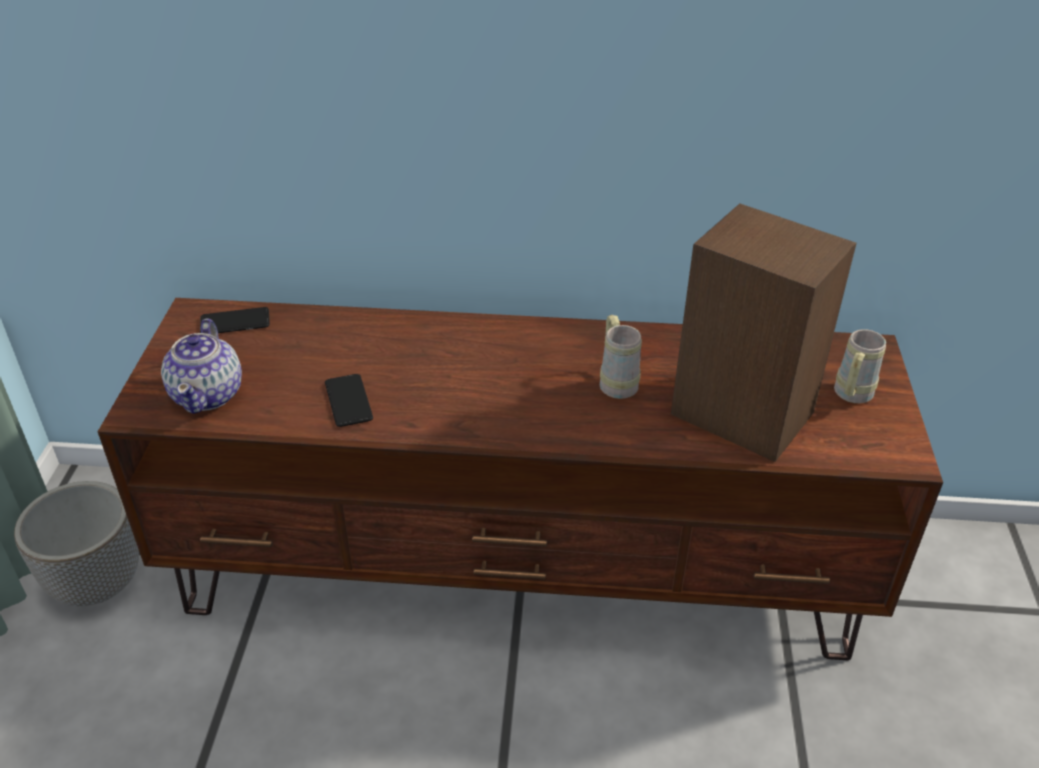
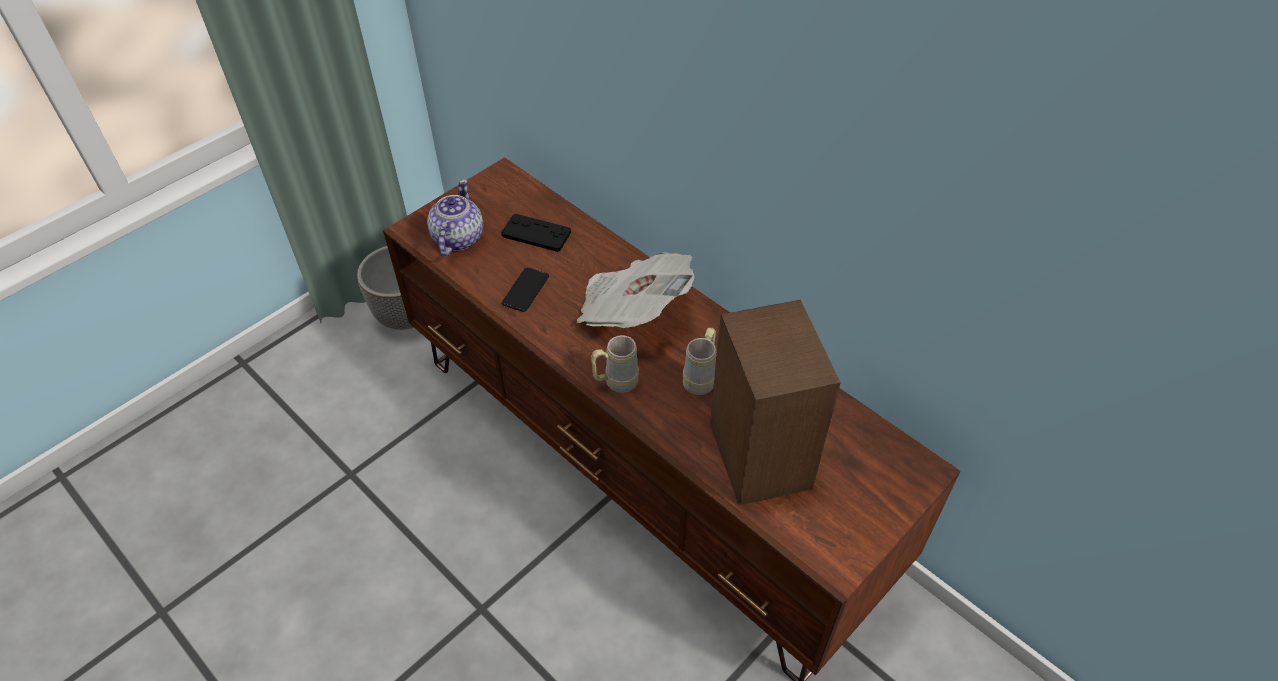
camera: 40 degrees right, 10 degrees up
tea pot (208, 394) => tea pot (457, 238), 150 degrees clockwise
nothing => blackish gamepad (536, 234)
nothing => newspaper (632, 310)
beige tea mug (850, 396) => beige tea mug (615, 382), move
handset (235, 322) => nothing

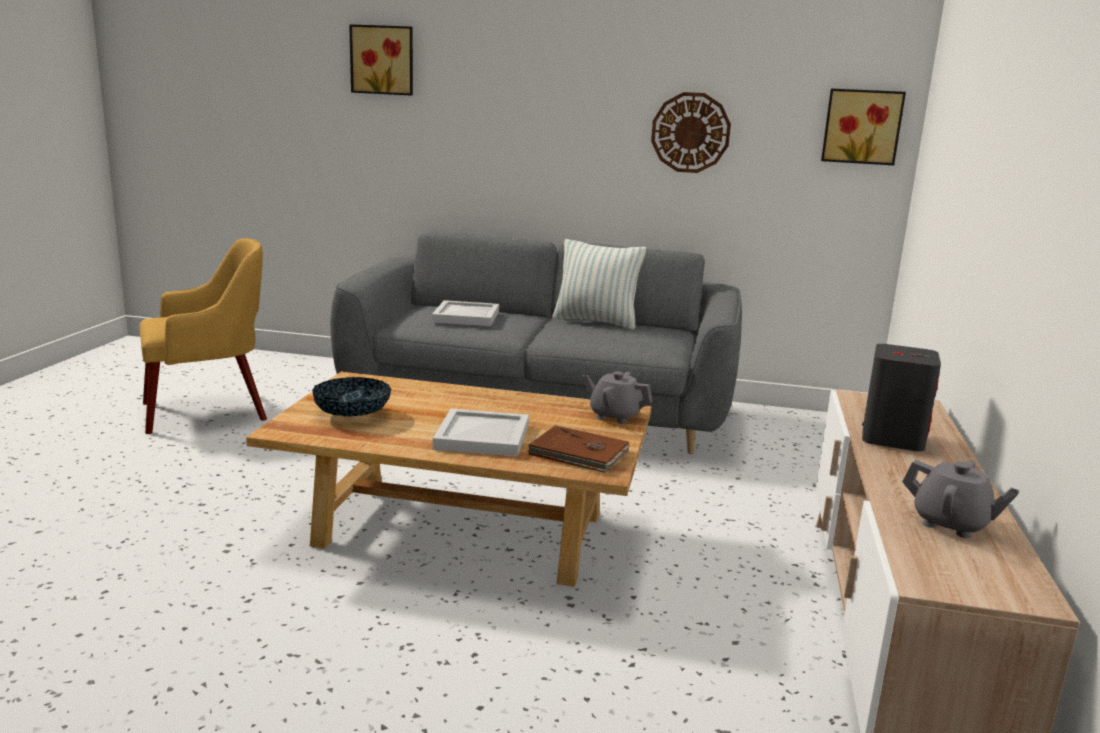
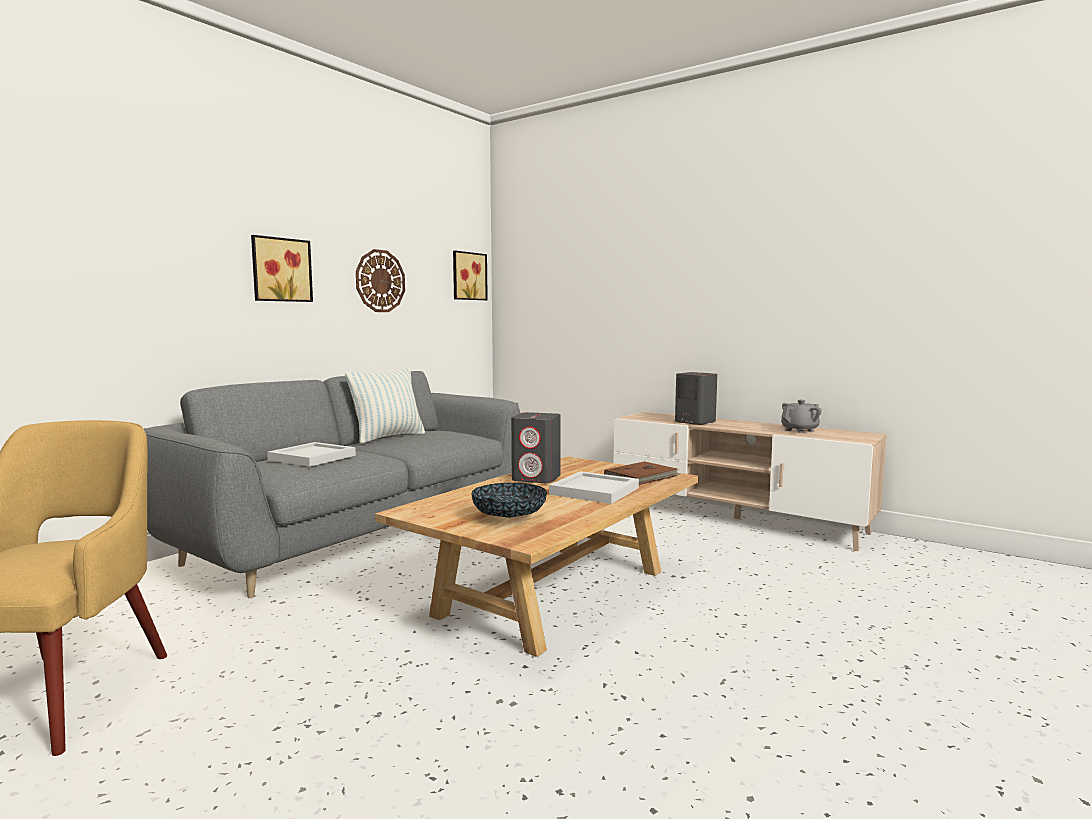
camera: 65 degrees left, 10 degrees down
wall art (383, 60) => wall art (280, 270), move
nothing => gray audio speaker (537, 478)
gray tea pot (615, 416) => nothing

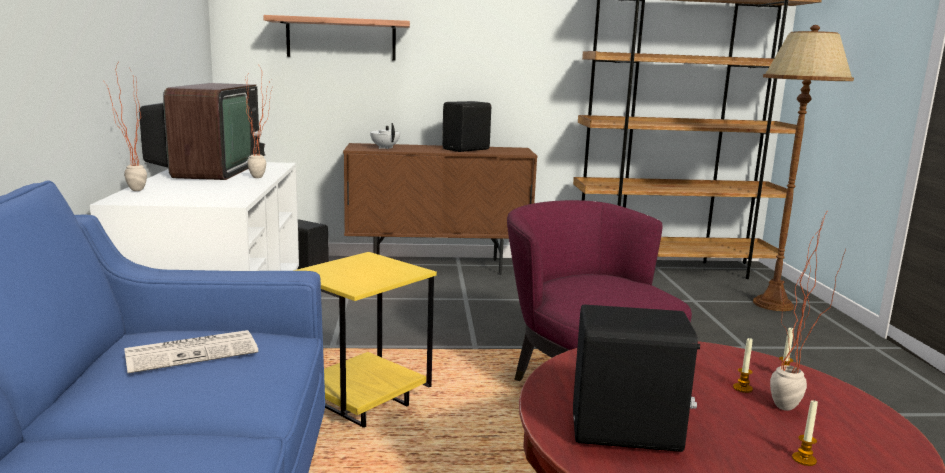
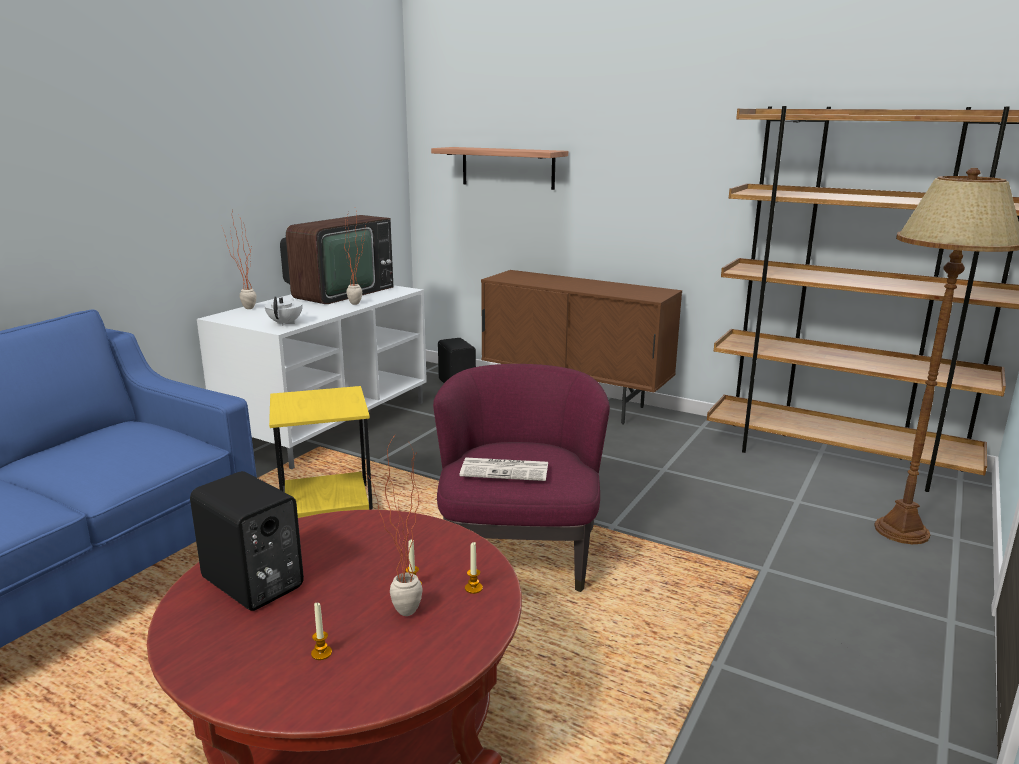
camera: 35 degrees right, 5 degrees up
white-coloured tea pot (385, 148) => white-coloured tea pot (285, 323), move
newspaper (193, 352) => newspaper (506, 470), move
blackish audio speaker (467, 149) => nothing

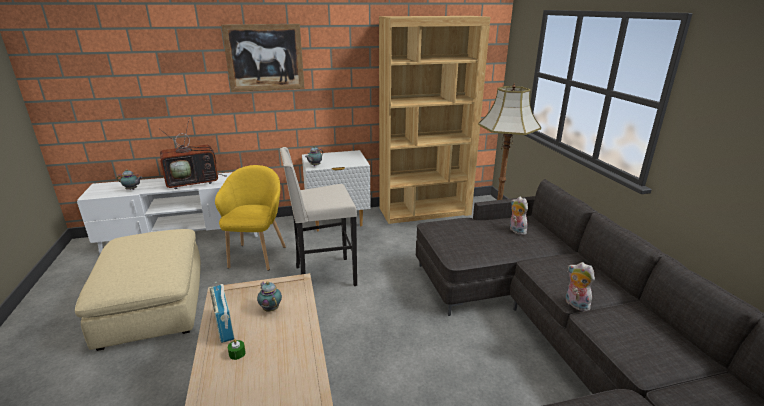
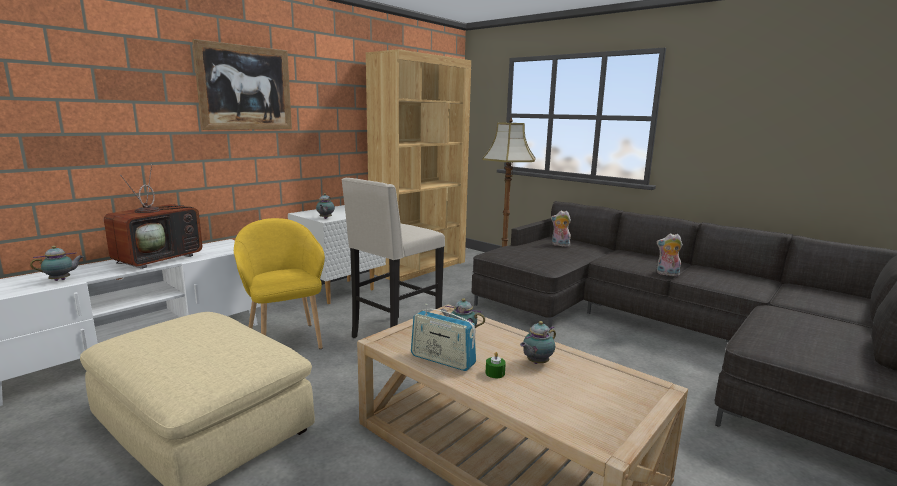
camera: 35 degrees left, 10 degrees down
nothing => tea pot (536, 363)

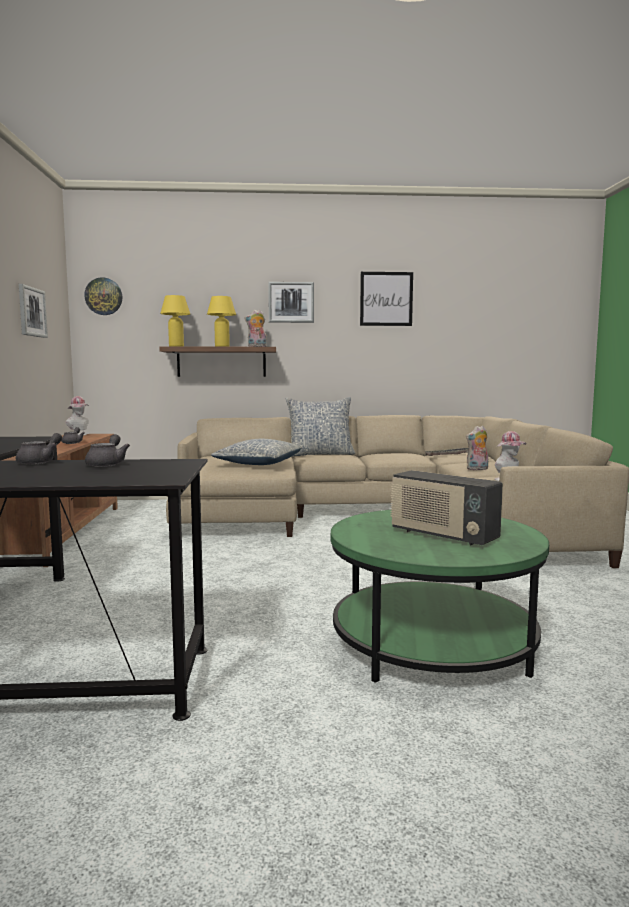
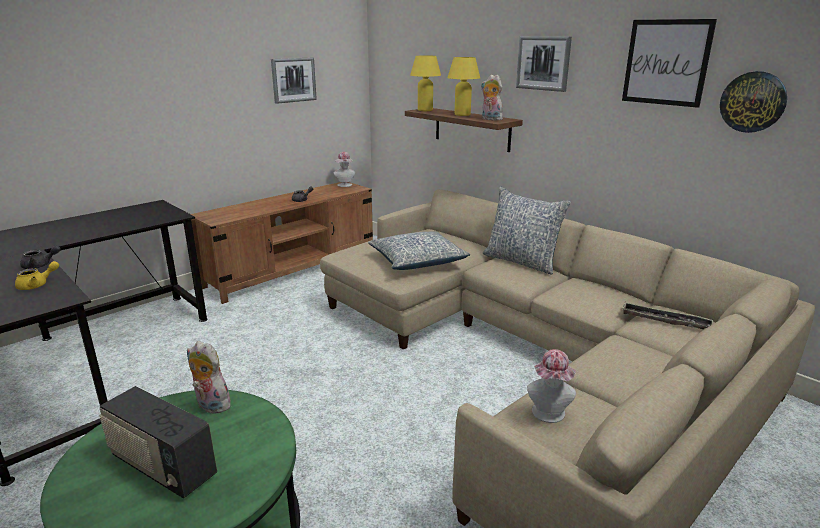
camera: 50 degrees right, 15 degrees up
gray tea pot (107, 464) => yellowish tea pot (37, 285)
radio set (442, 535) => radio set (162, 467), 60 degrees counterclockwise
cuddly toy (477, 469) => cuddly toy (210, 405), move
hanging clock (103, 296) => hanging clock (753, 102), move

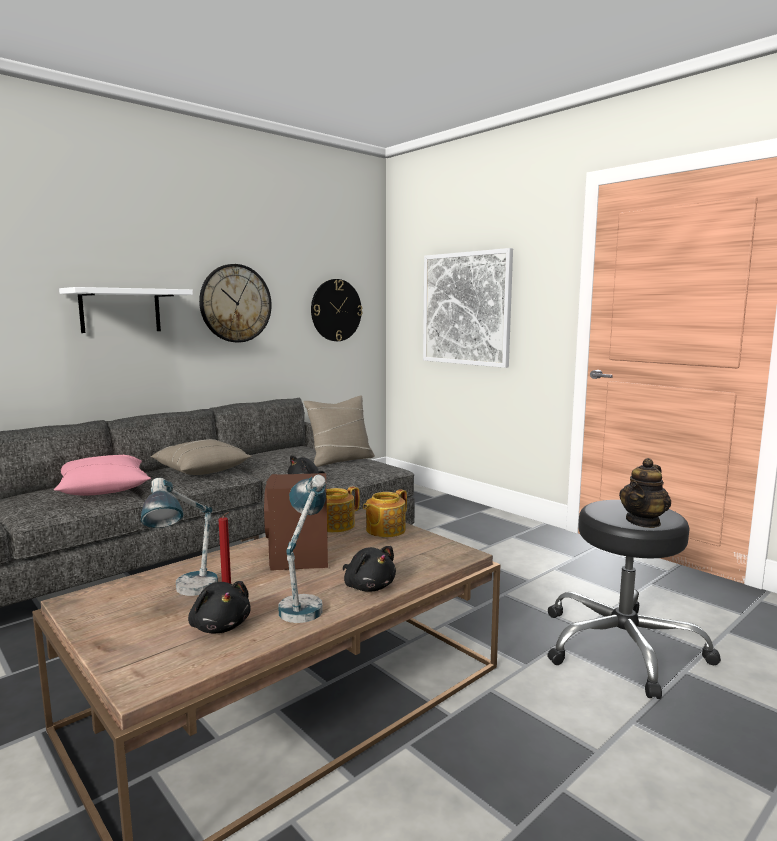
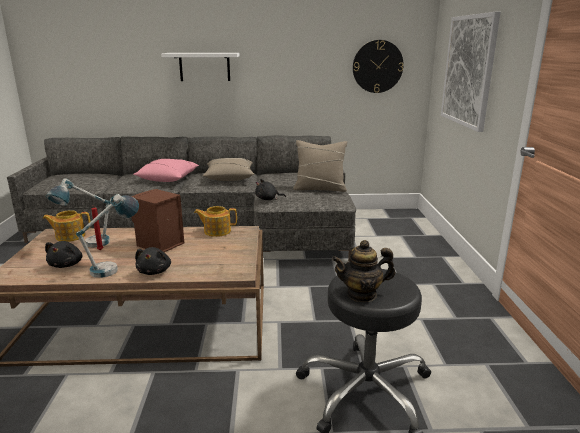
camera: 40 degrees right, 10 degrees up
tea pot (384, 530) => tea pot (70, 236), move
hanging clock (235, 303) => nothing

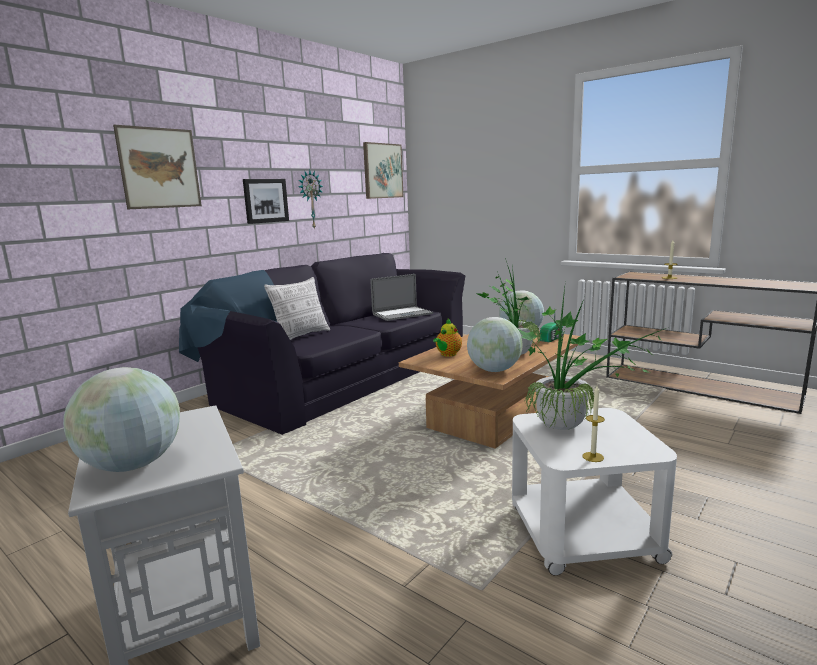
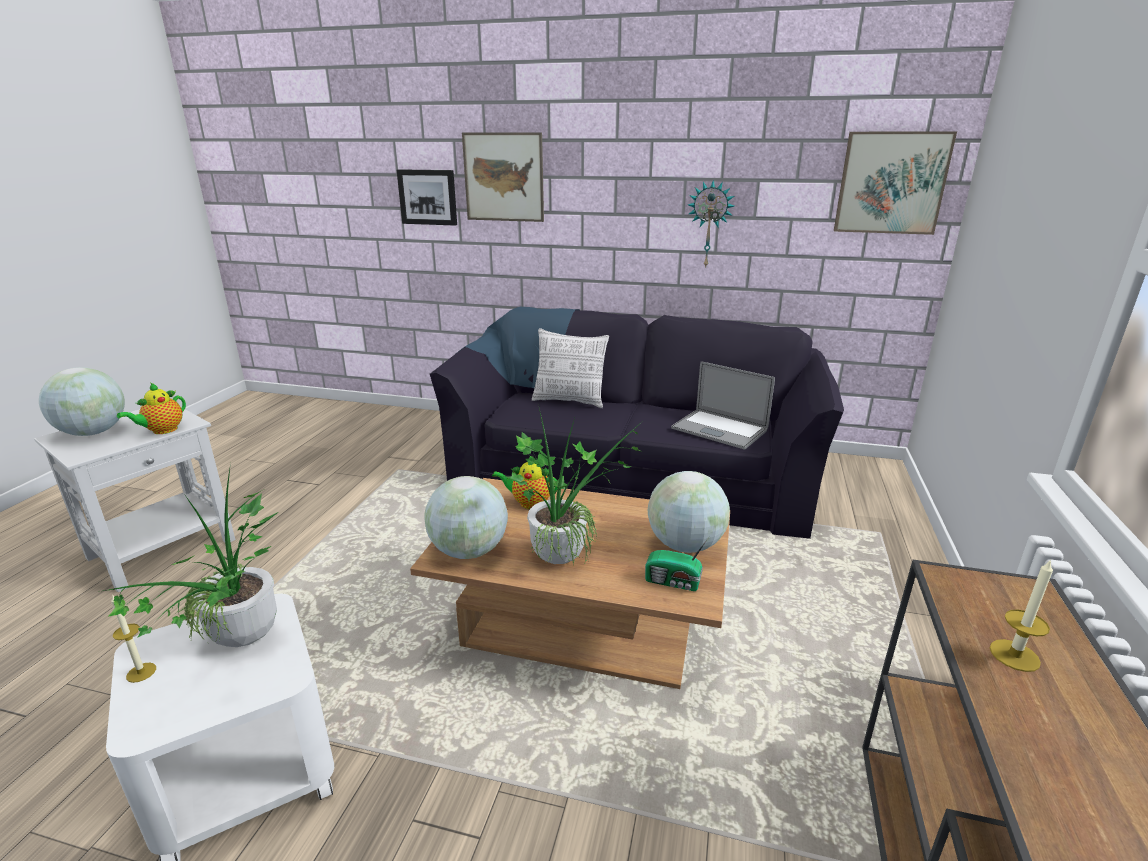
camera: 65 degrees right, 10 degrees up
nothing => tea pot (162, 430)
wall art (265, 200) => wall art (428, 197), move

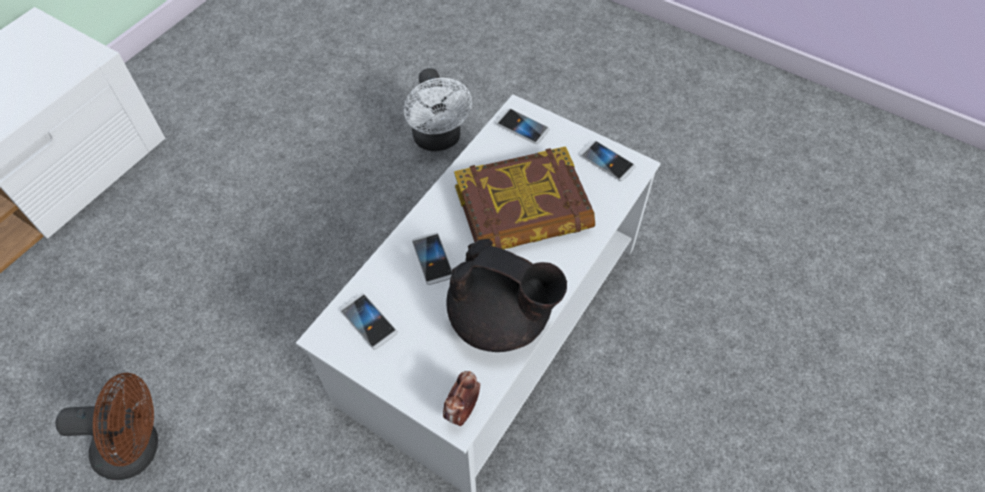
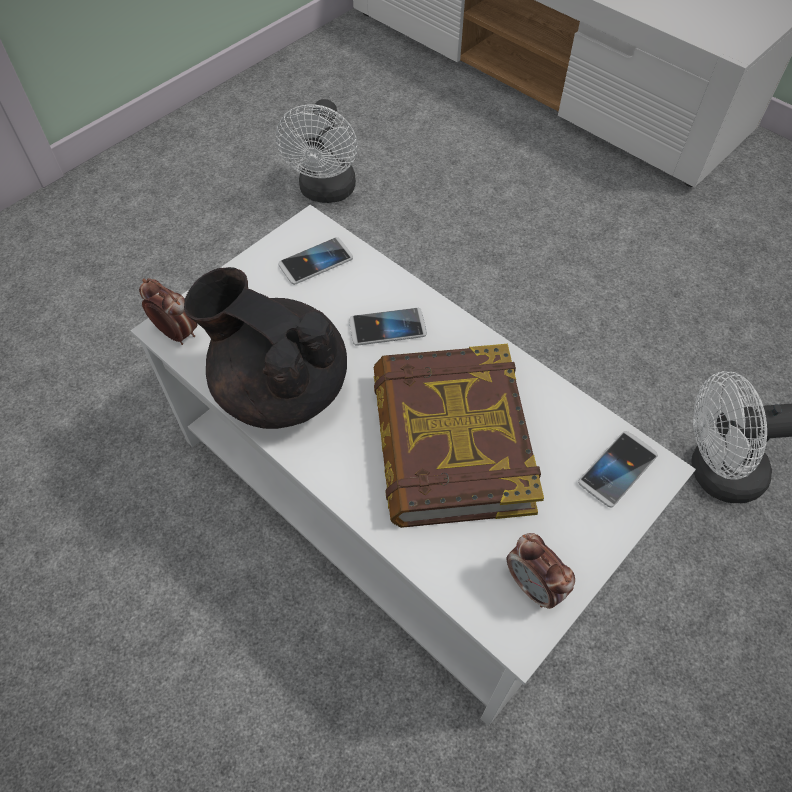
camera: 100 degrees right, 0 degrees up
blackish tea pot (501, 319) => blackish tea pot (280, 387), 90 degrees clockwise
brown-coloured electric fan (138, 448) => white-coloured electric fan (326, 192)
handset (607, 161) => table clock (533, 586)

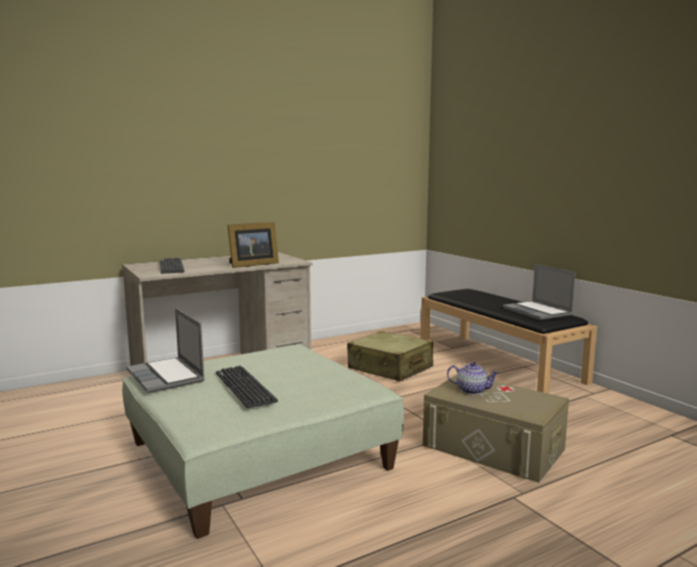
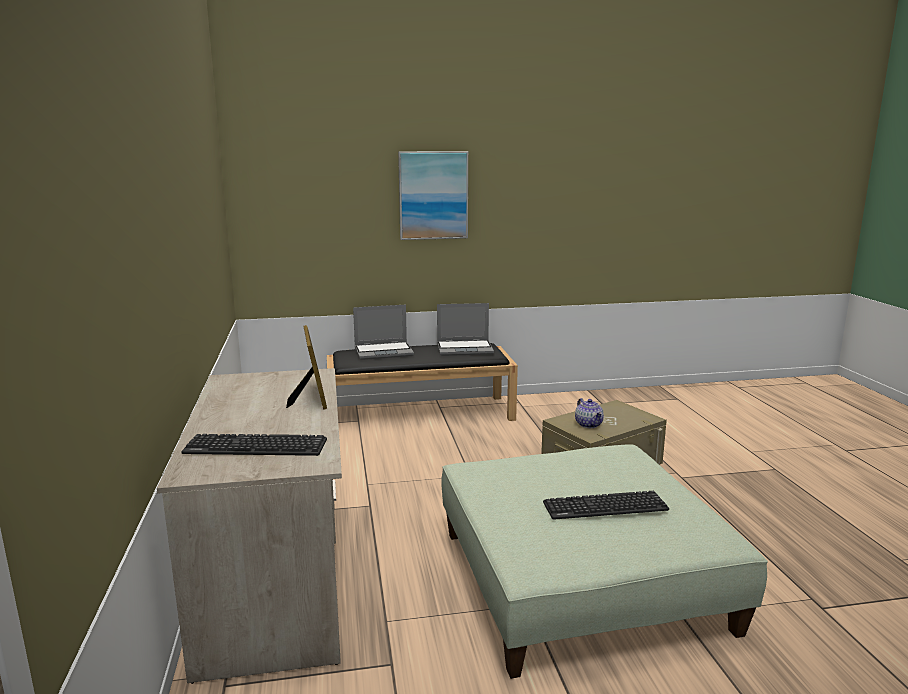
camera: 70 degrees left, 5 degrees up
laptop (167, 376) => laptop (384, 352), move
nothing => wall art (433, 195)
tea pot (471, 390) => tea pot (588, 424), 120 degrees clockwise
beige piece of luggage (390, 368) => nothing

